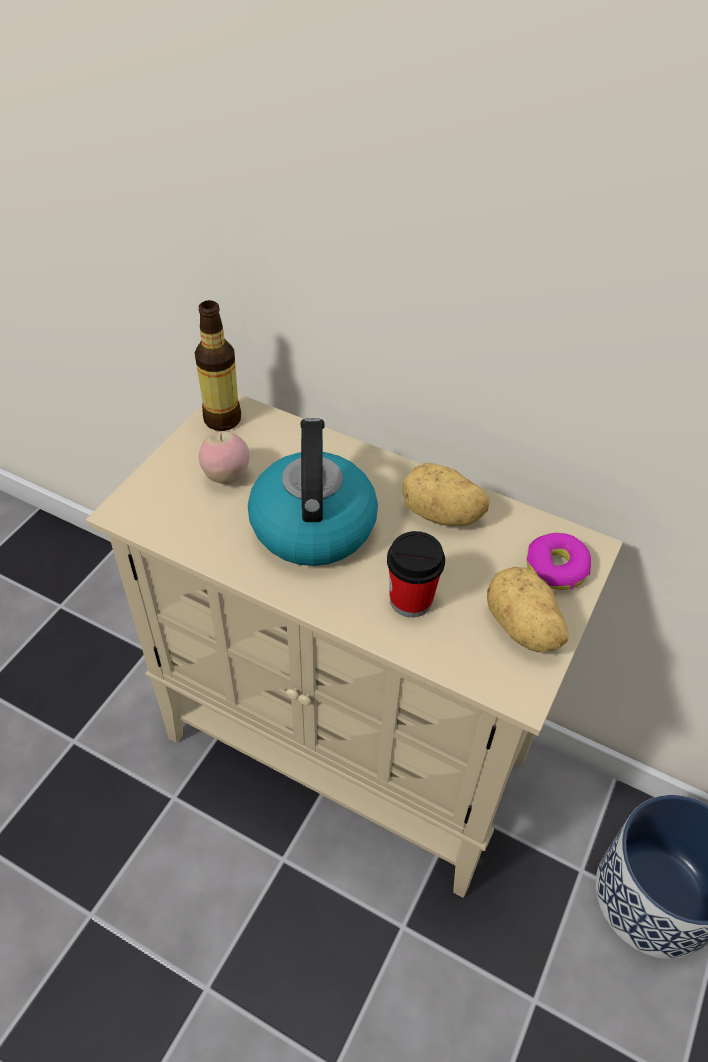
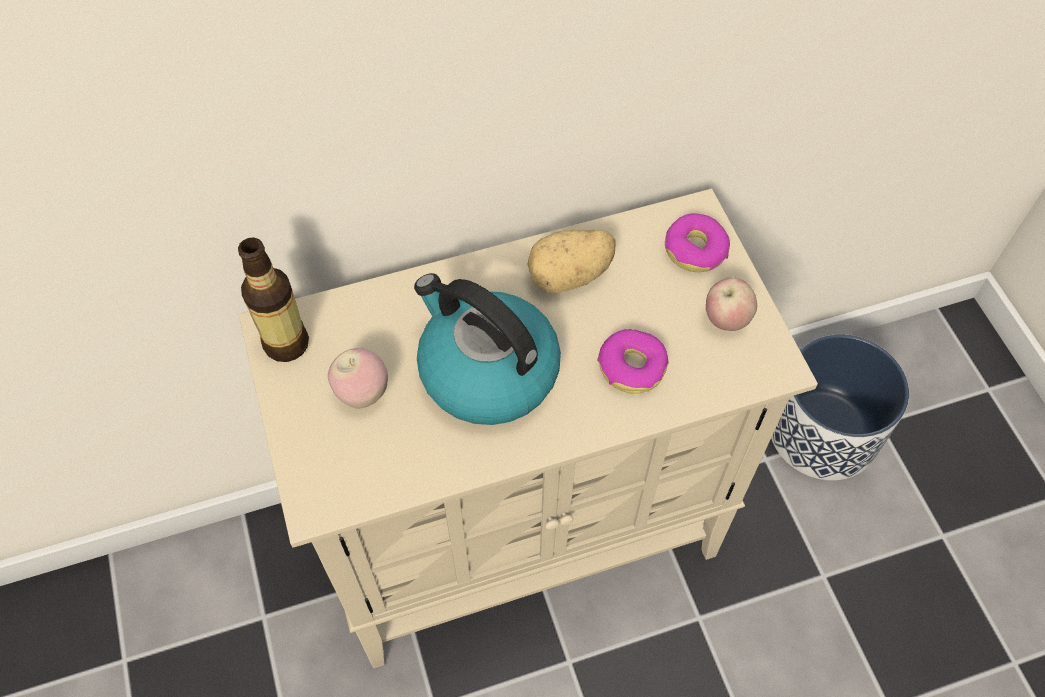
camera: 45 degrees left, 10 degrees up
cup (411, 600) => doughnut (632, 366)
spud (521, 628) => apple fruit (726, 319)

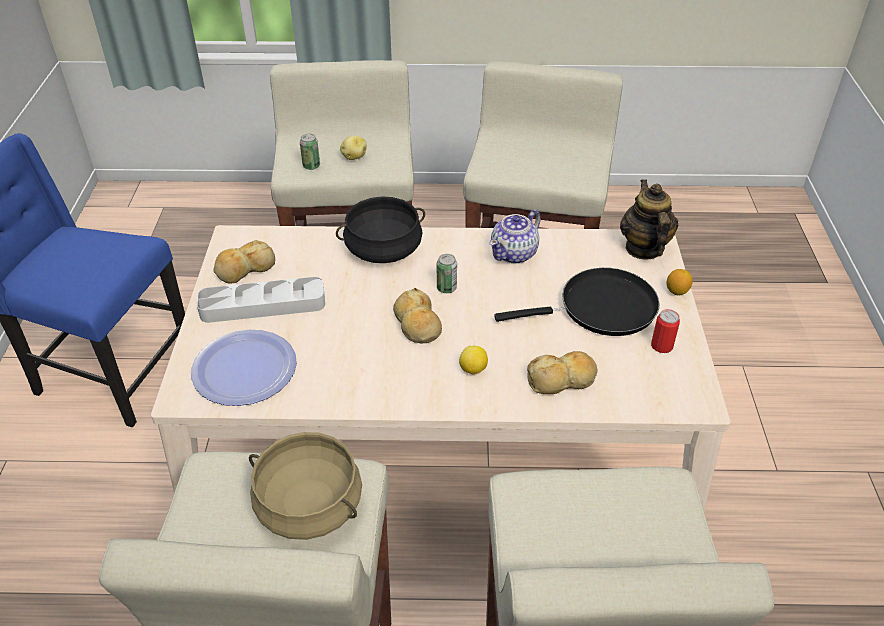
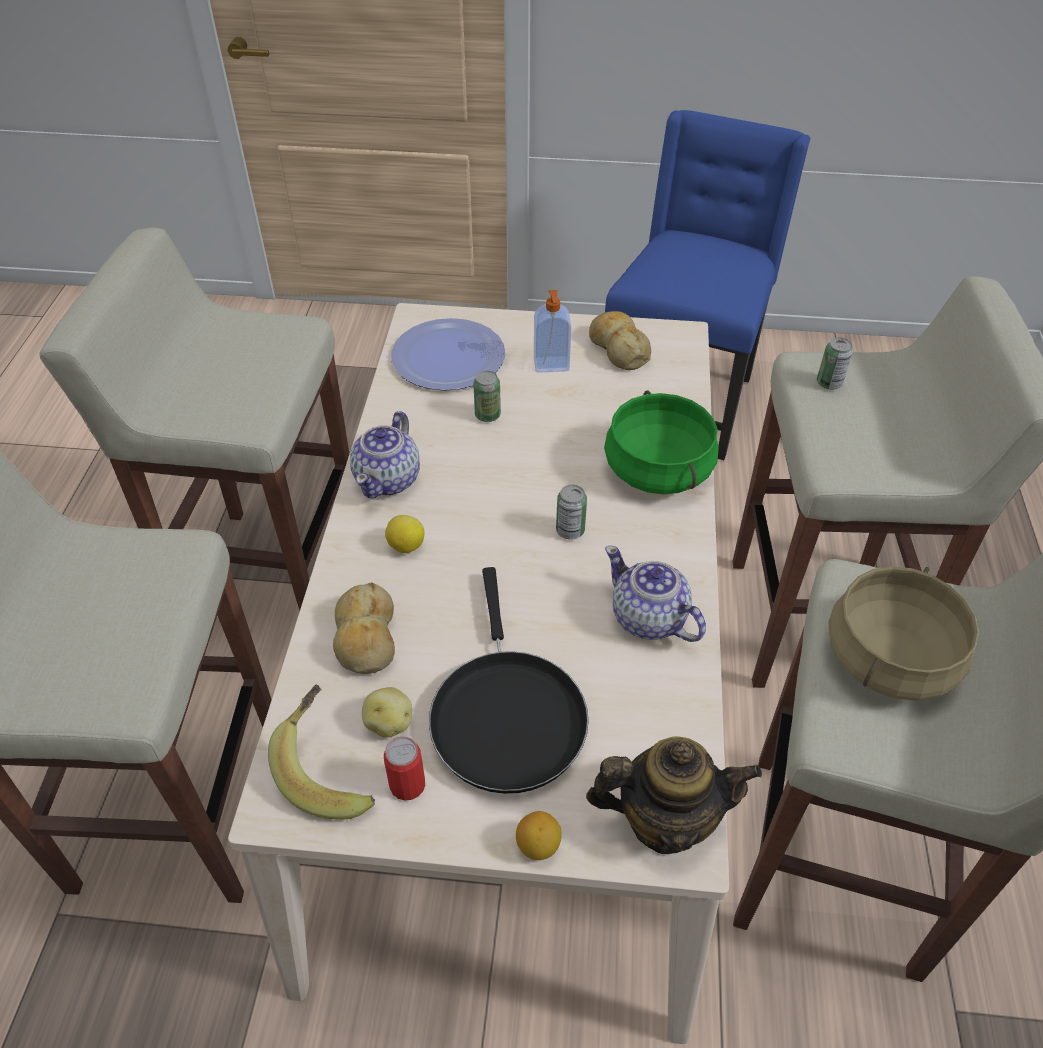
camera: 95 degrees right, 5 degrees up
nothing => banana (330, 768)
nothing => tea pot (389, 479)
spud (353, 157) => spud (389, 722), move
nothing => can (487, 415)
gray carrying tray (263, 305) => liquid soap bottle (551, 365)
blackish saucepot (383, 249) => green saucepot (659, 469)
beige saucepot (308, 506) => beige saucepot (888, 657), move
baked bread (417, 324) => nothing

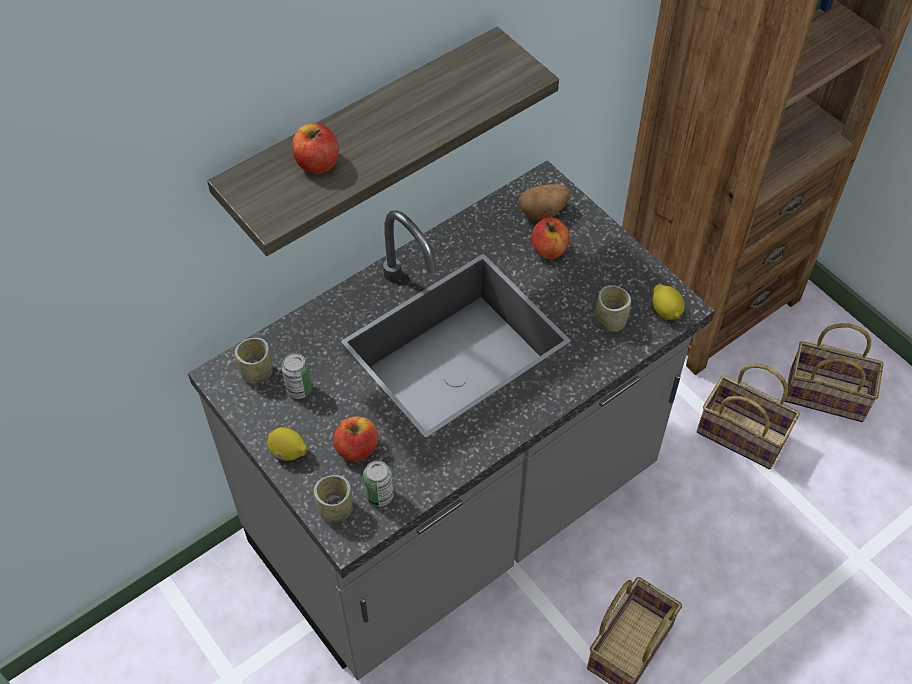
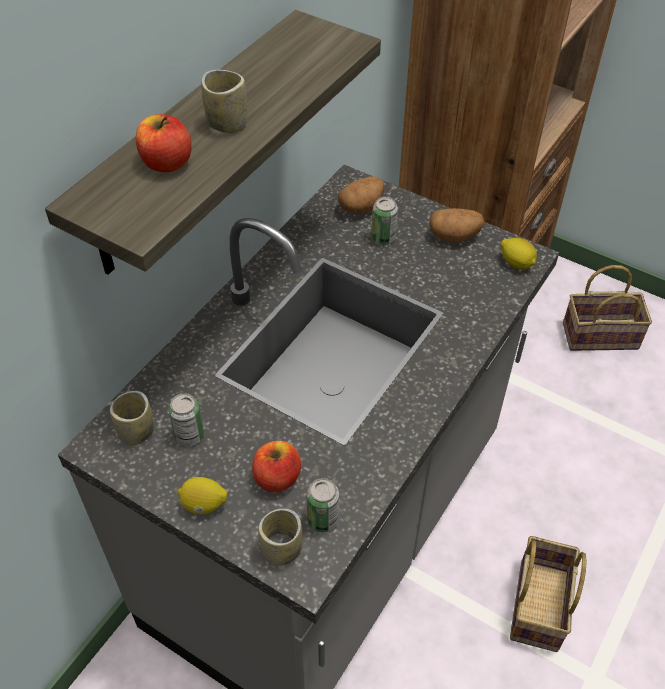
camera: 20 degrees left, 5 degrees down
cup (610, 321) => cup (227, 124), move
apple fruit (549, 249) => can (383, 238)
nothing => spud (454, 236)
storage basket (744, 435) => nothing

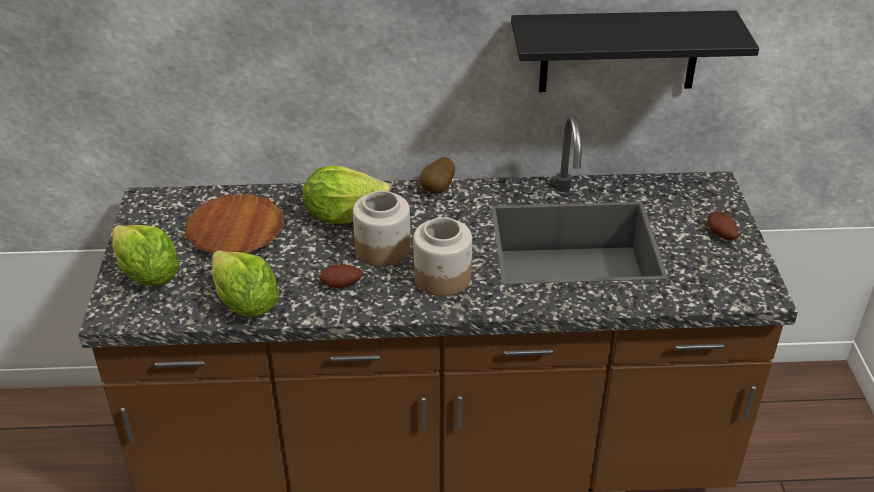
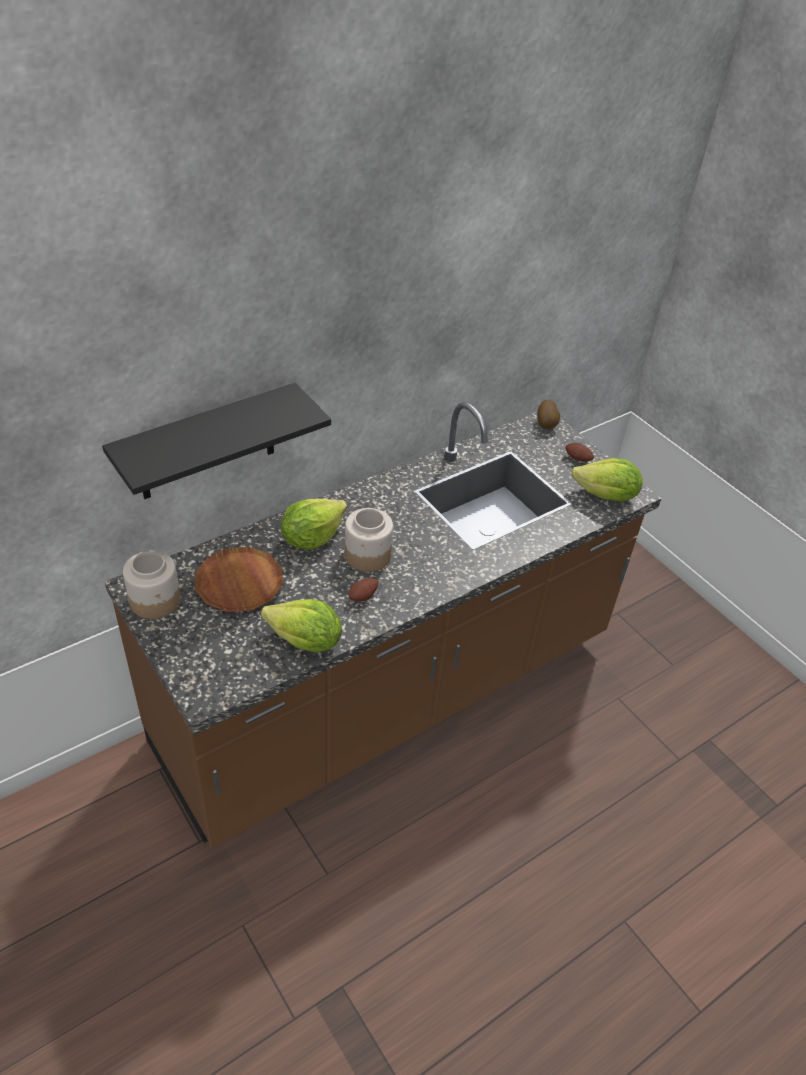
camera: 35 degrees left, 5 degrees up
blackish bracket shelf (619, 51) => blackish bracket shelf (207, 443), move
preserve jar (443, 278) => preserve jar (155, 600), move
spud (438, 189) => spud (546, 424), move
head of lettuce (148, 275) => head of lettuce (606, 496), move

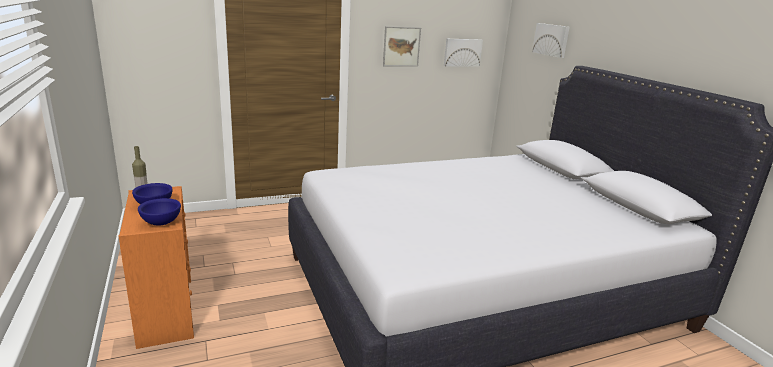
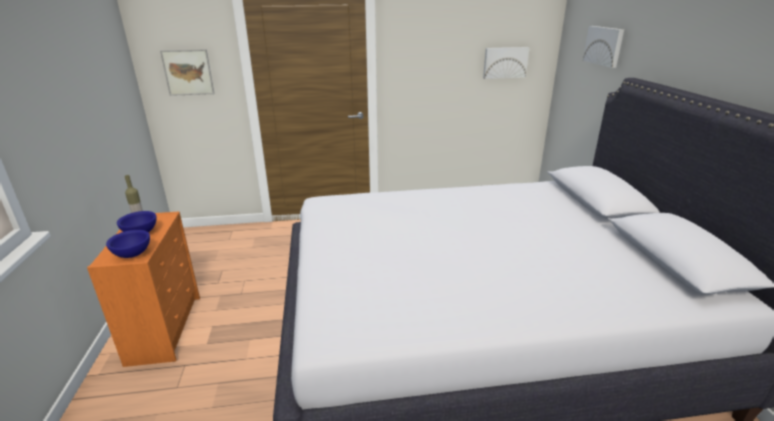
camera: 15 degrees right, 5 degrees up
wall art (401, 46) => wall art (188, 72), move

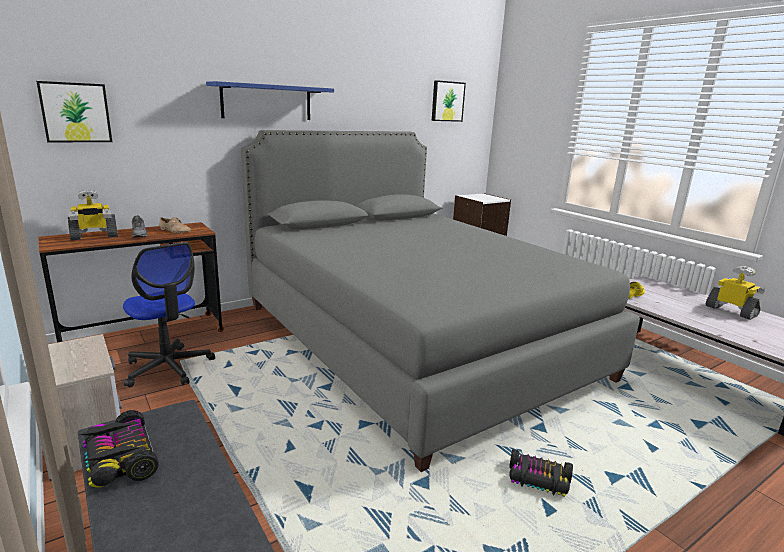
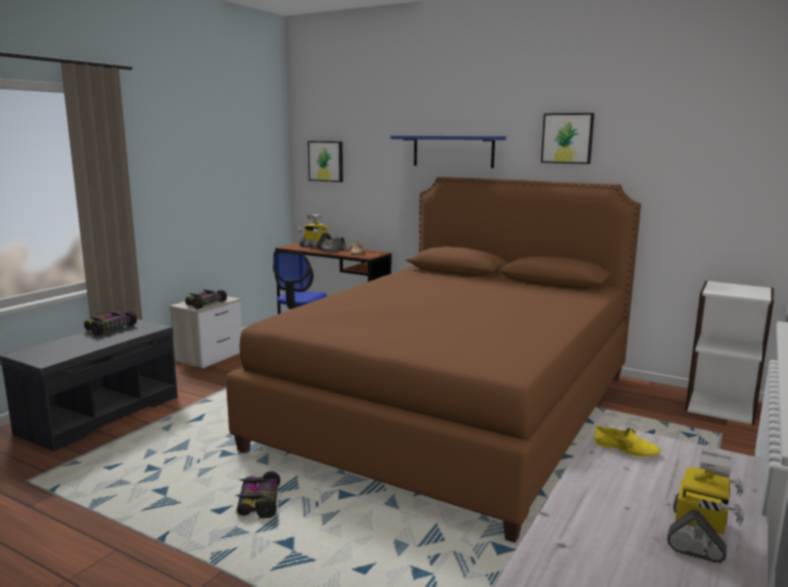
camera: 65 degrees right, 5 degrees down
nothing => miniature car (205, 304)
gray sleeping bed (414, 340) => brown-coloured sleeping bed (454, 410)
wall art (447, 101) => wall art (567, 138), move

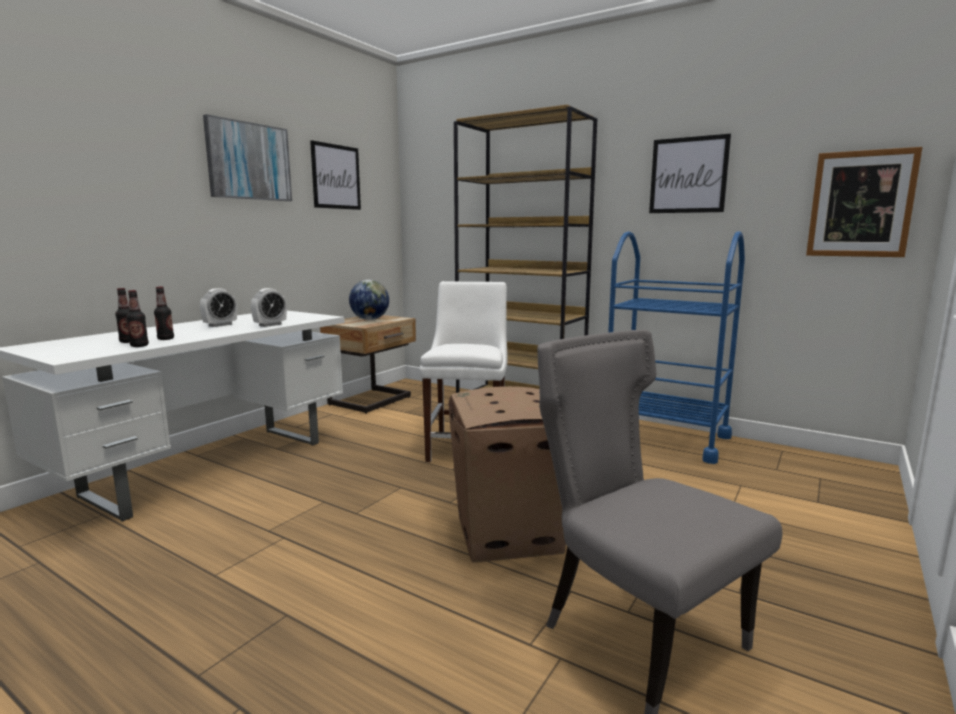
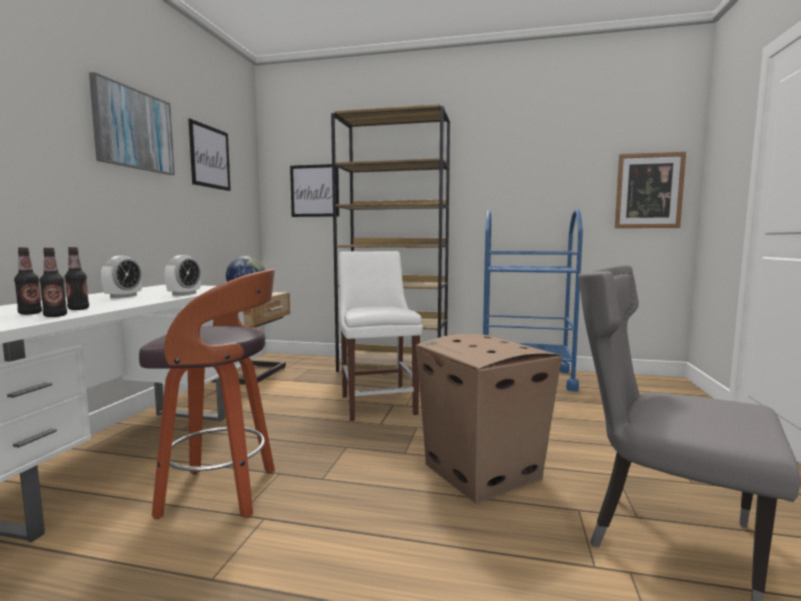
camera: 20 degrees left, 5 degrees down
nothing => sitting stool (222, 493)
wall art (688, 175) => wall art (314, 191), move

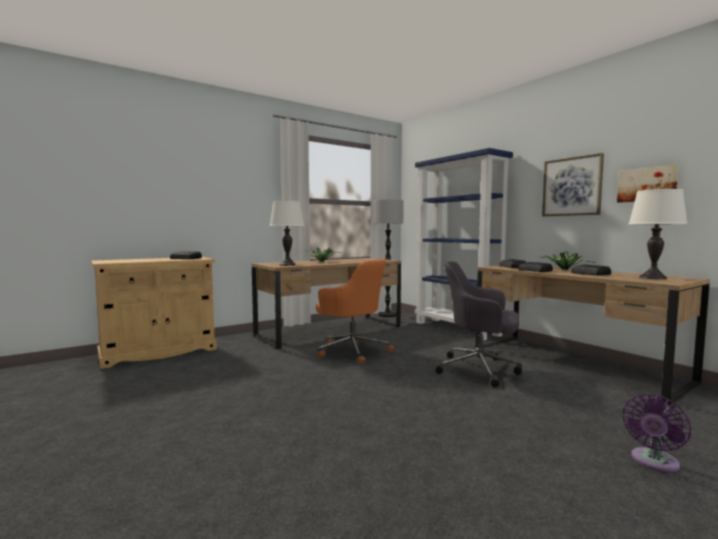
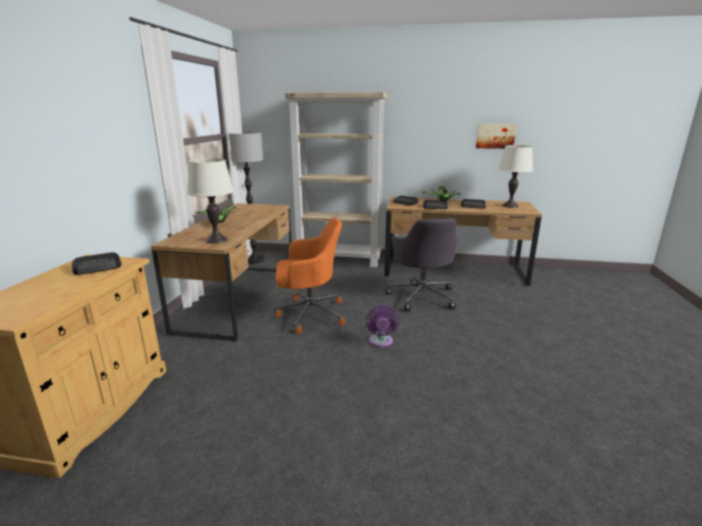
camera: 45 degrees left, 15 degrees up
blue-coloured shelving unit (457, 329) => beige shelving unit (339, 260)
purplish electric fan (653, 462) => purplish electric fan (381, 342), move
gray office chair (480, 369) => gray office chair (422, 296), 75 degrees counterclockwise
wall art (571, 186) => nothing

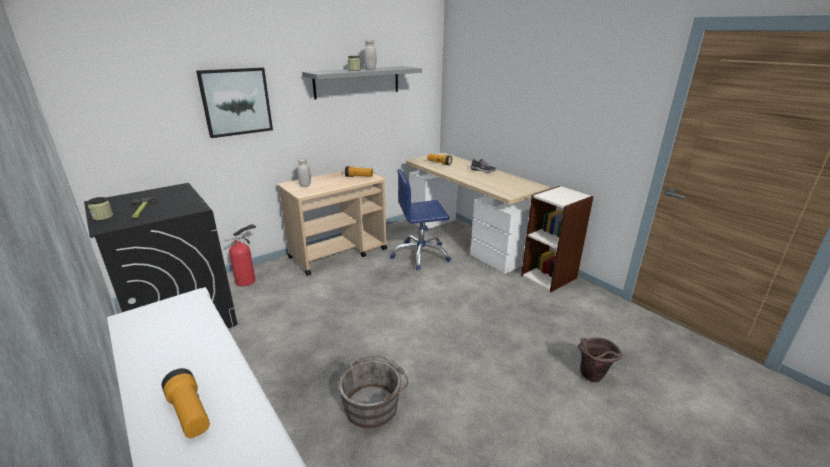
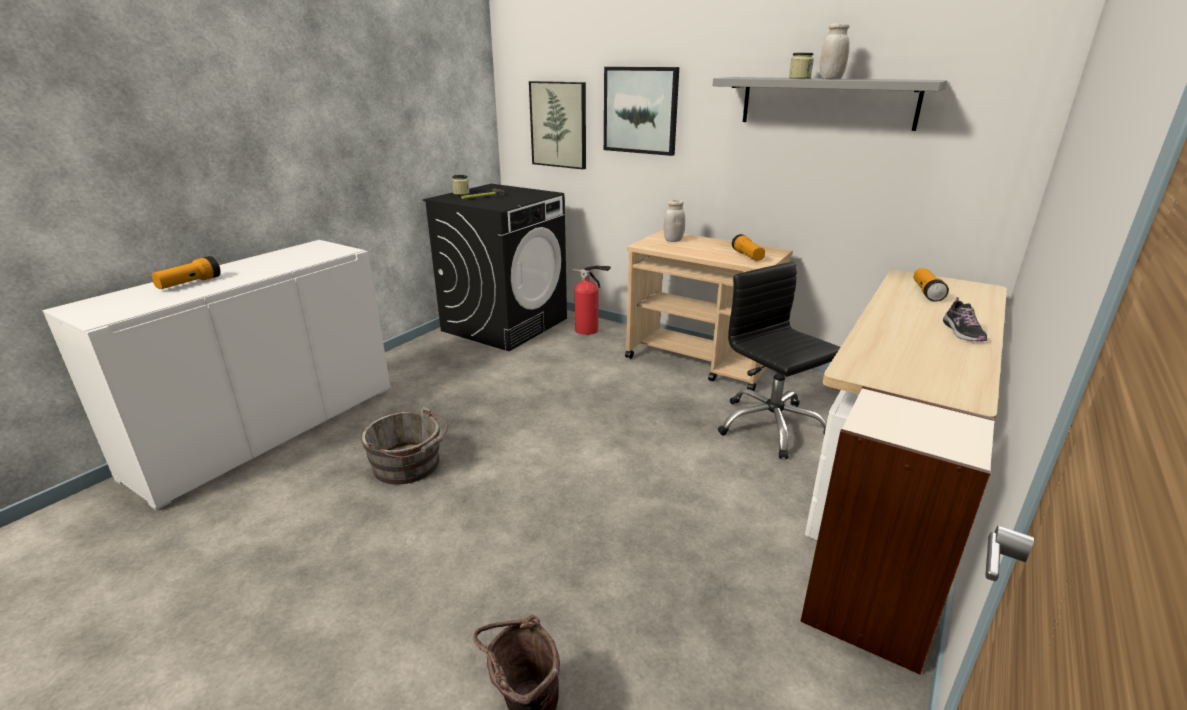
camera: 70 degrees right, 0 degrees up
nothing => wall art (559, 125)
blue-coloured office chair (420, 255) => blackish office chair (771, 426)

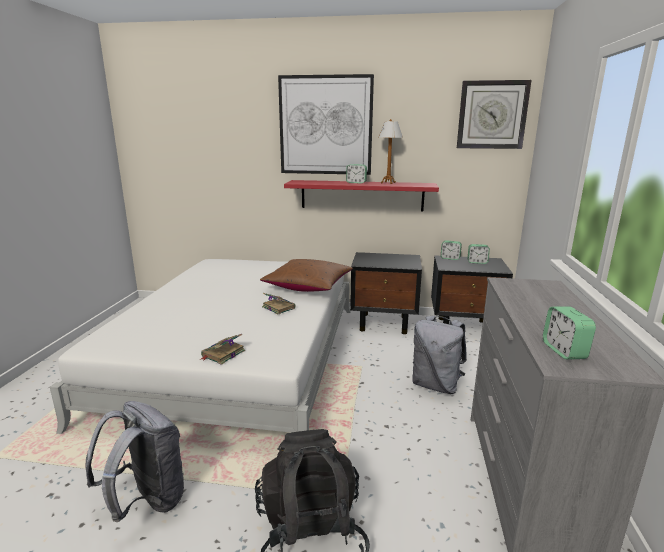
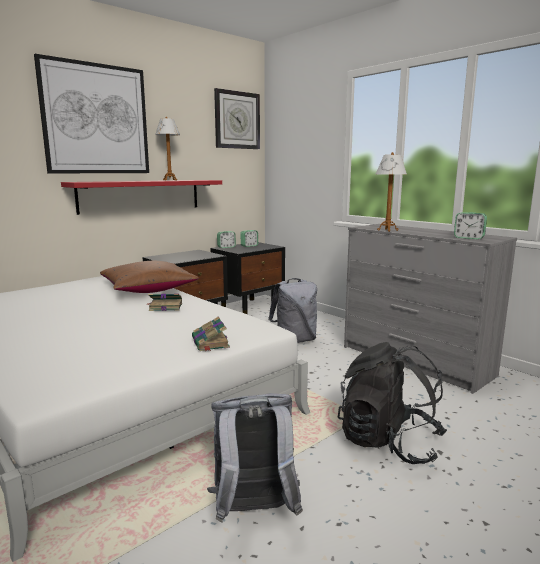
camera: 50 degrees left, 5 degrees down
nothing => table lamp (387, 230)
table clock (356, 182) => nothing

